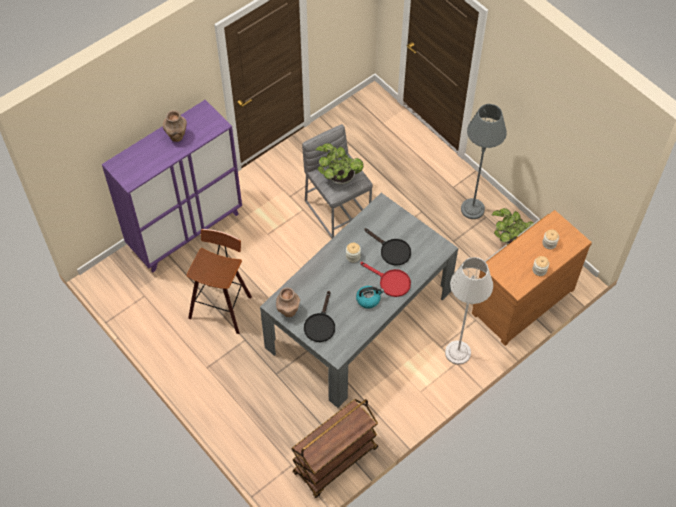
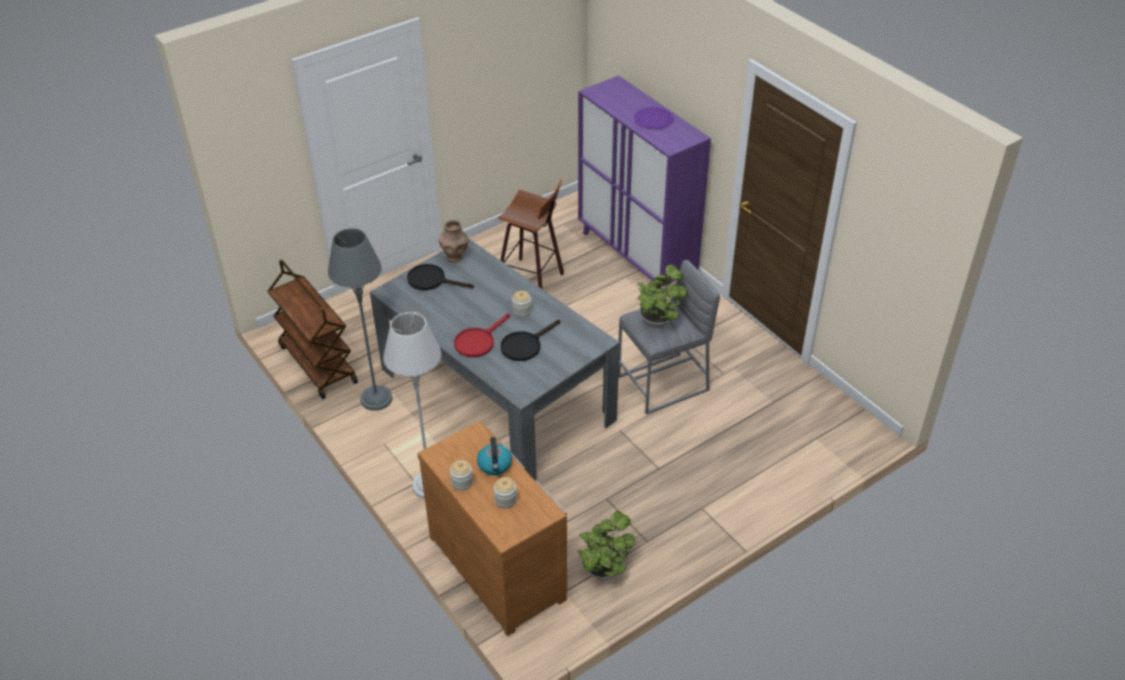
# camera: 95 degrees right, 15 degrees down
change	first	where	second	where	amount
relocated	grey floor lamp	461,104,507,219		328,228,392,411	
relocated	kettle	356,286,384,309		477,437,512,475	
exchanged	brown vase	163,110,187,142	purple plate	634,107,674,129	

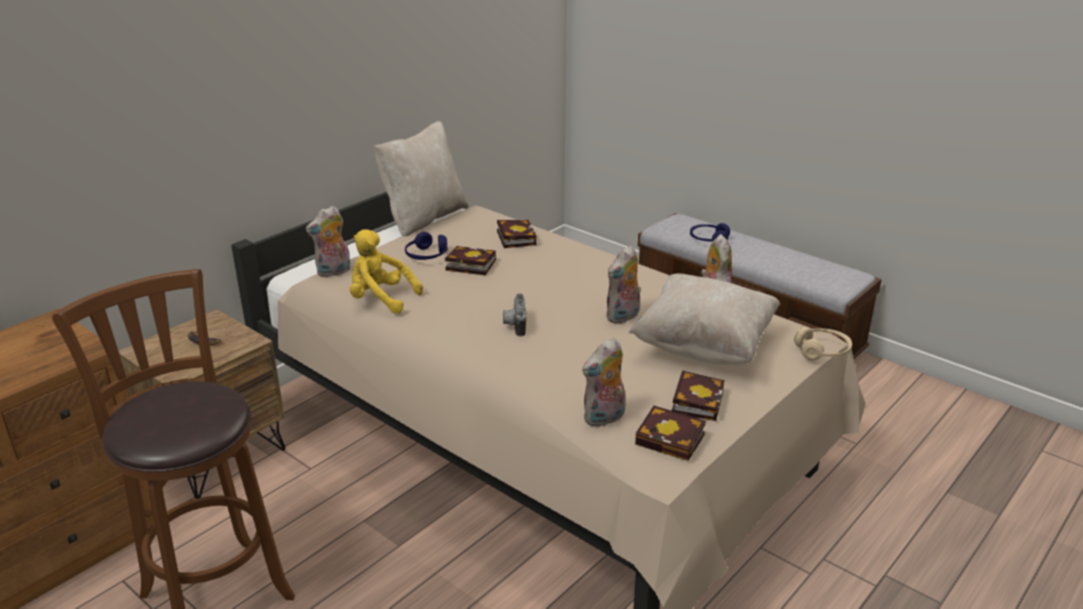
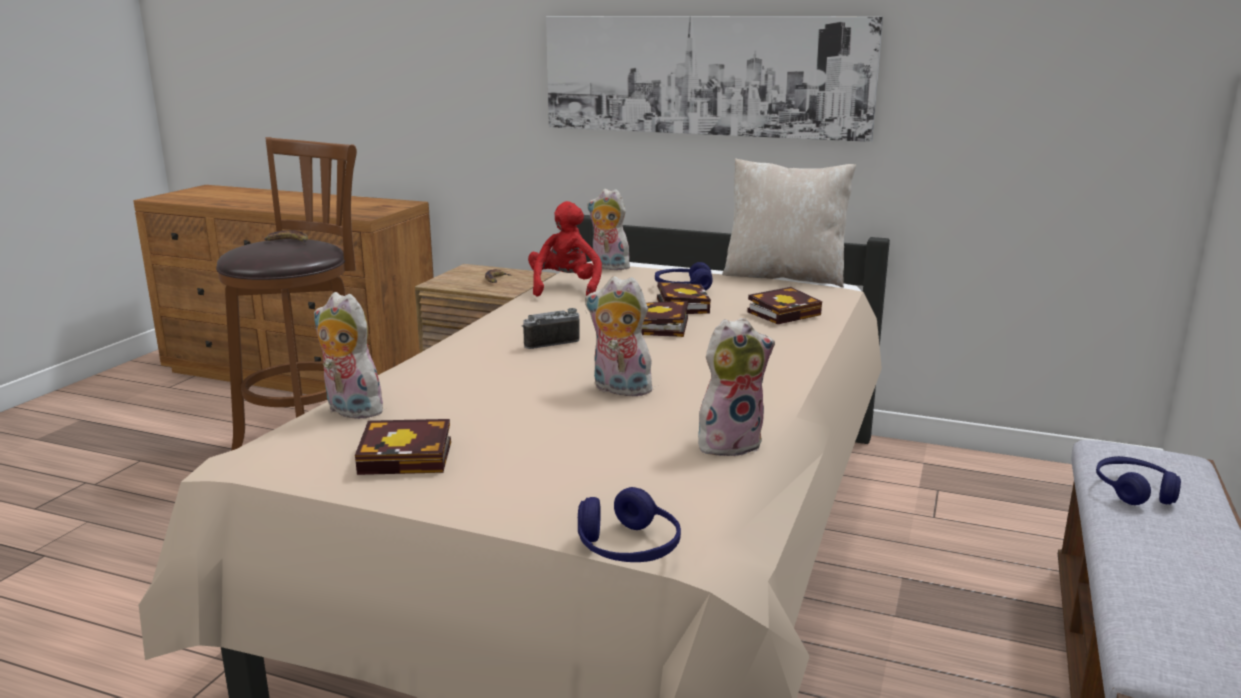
# camera: 70 degrees right, 10 degrees down
change	first	where	second	where	amount
appeared			banana	264,230,308,244	
colour	yellow plush toy	350,229,423,314	red plush toy	528,201,602,297	
appeared			picture	546,16,883,142	
colour	beige headphones	794,327,852,361	blue headphones	578,487,681,562	
relocated	book	635,406,706,461		641,301,688,337	
missing	beige pillow	628,273,780,365			

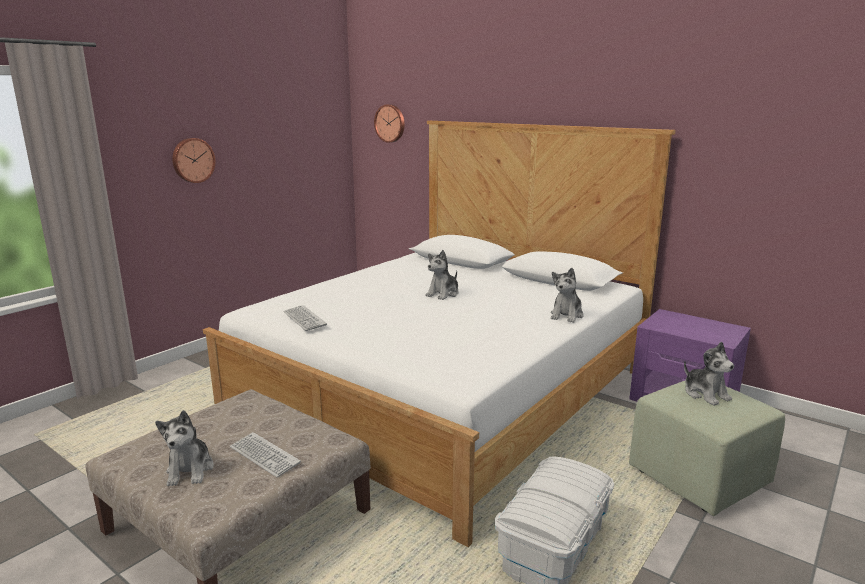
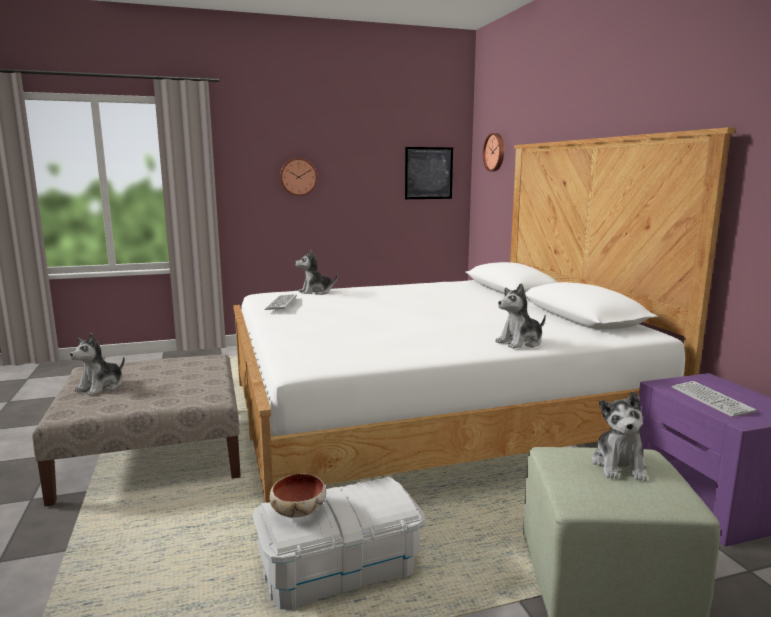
# camera: 35 degrees right, 5 degrees down
change	first	where	second	where	amount
appeared			bowl	269,474,326,518	
relocated	plush toy	426,250,459,300		295,250,338,295	
appeared			picture	405,147,453,199	
relocated	keyboard	230,432,301,477		671,381,757,417	

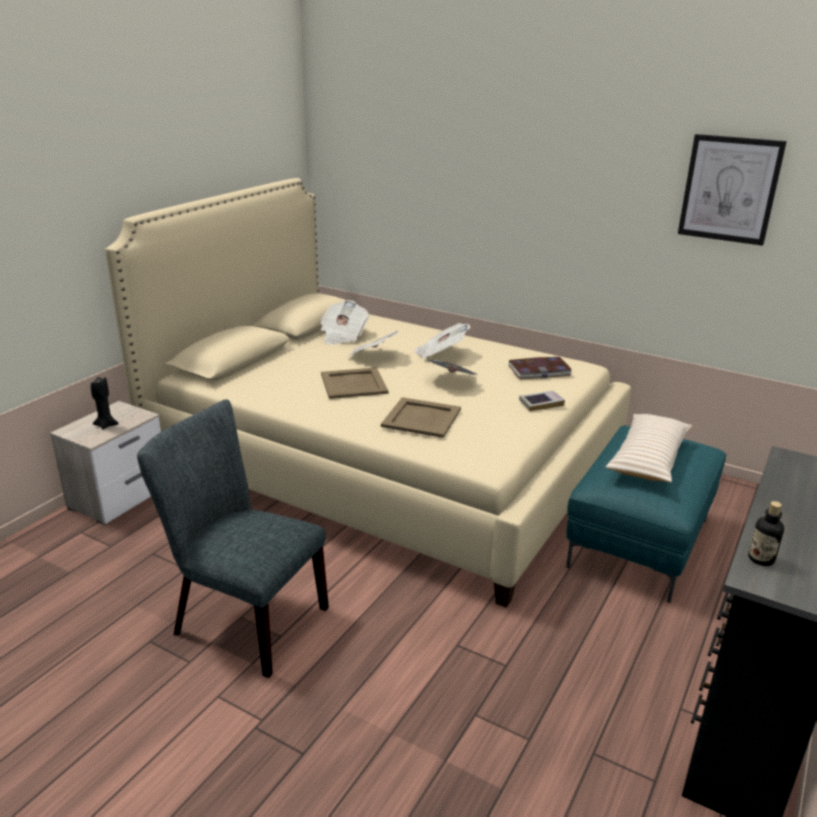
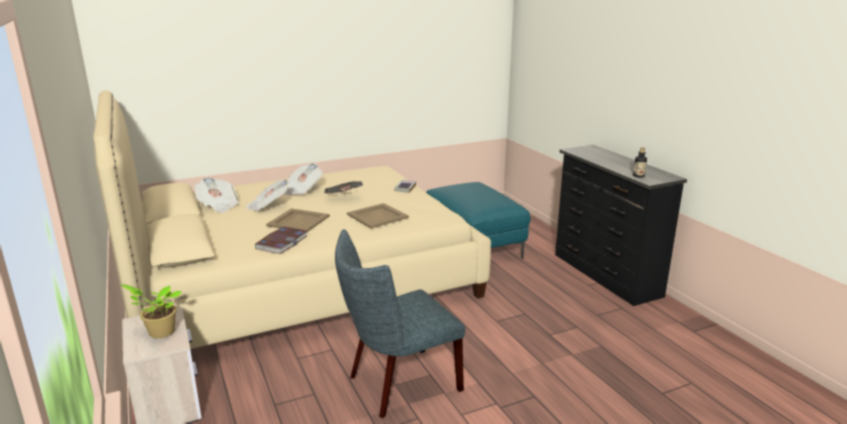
# camera: 55 degrees left, 5 degrees down
change	first	where	second	where	amount
exchanged	black candle	91,377,119,429	potted plant	121,284,181,338	
relocated	book	508,357,572,379		255,226,308,254	
missing	beige pillow	605,414,692,483			
missing	picture	678,134,787,246			

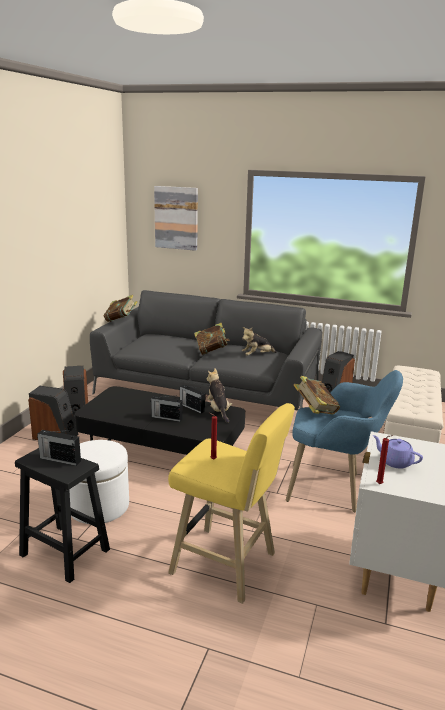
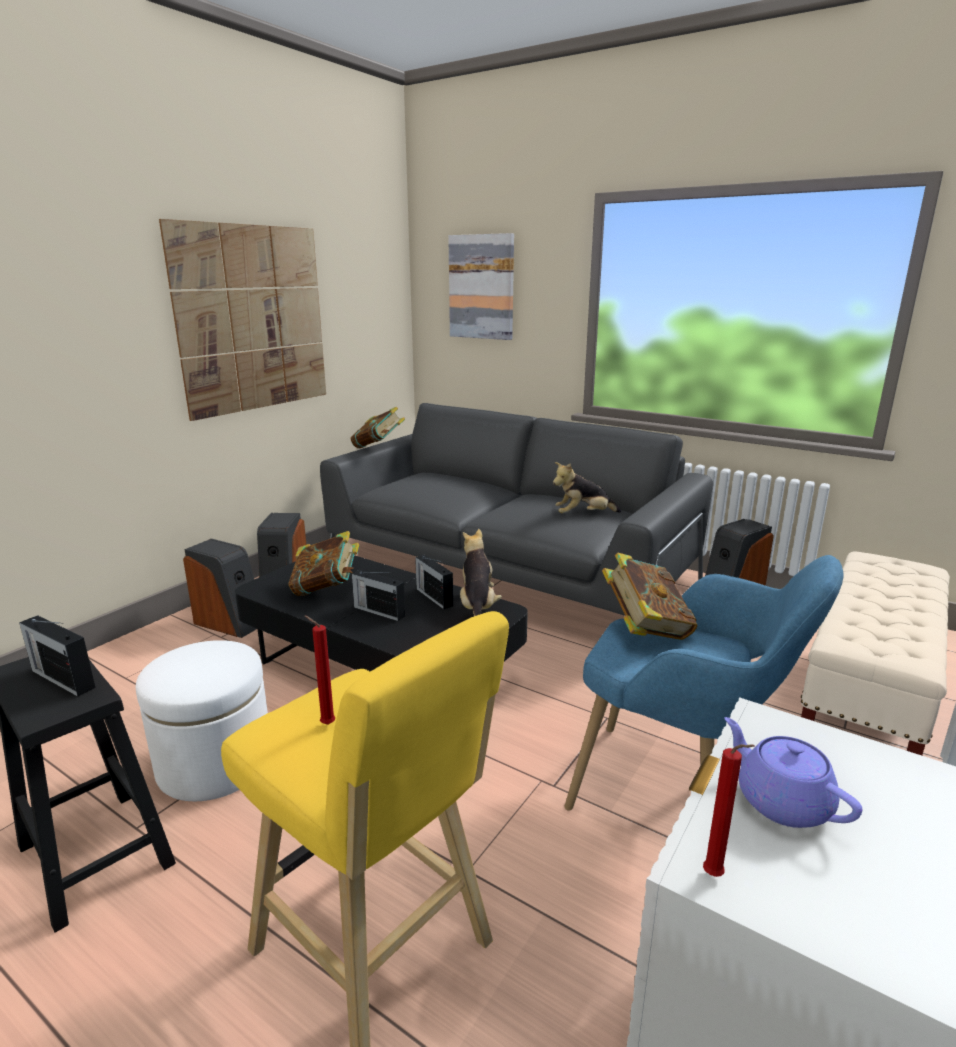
# camera: 15 degrees right, 0 degrees up
change	first	where	second	where	amount
appeared			picture	159,219,326,421	
relocated	book	194,323,229,355		289,531,359,596	

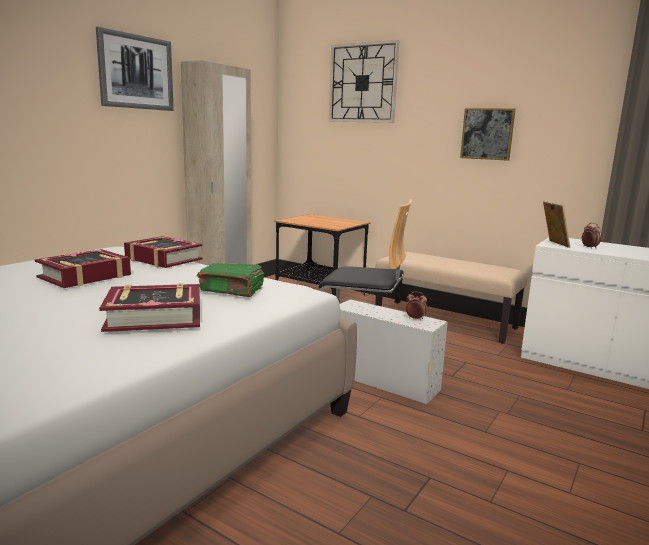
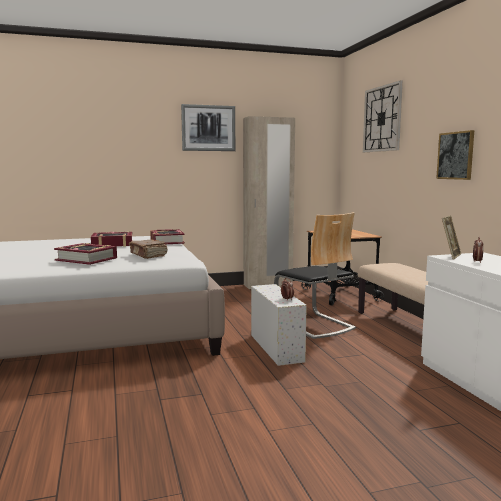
# camera: 40 degrees right, 5 degrees down
change	first	where	second	where	amount
colour	green book	197,262,264,297	brown book	129,240,168,259	

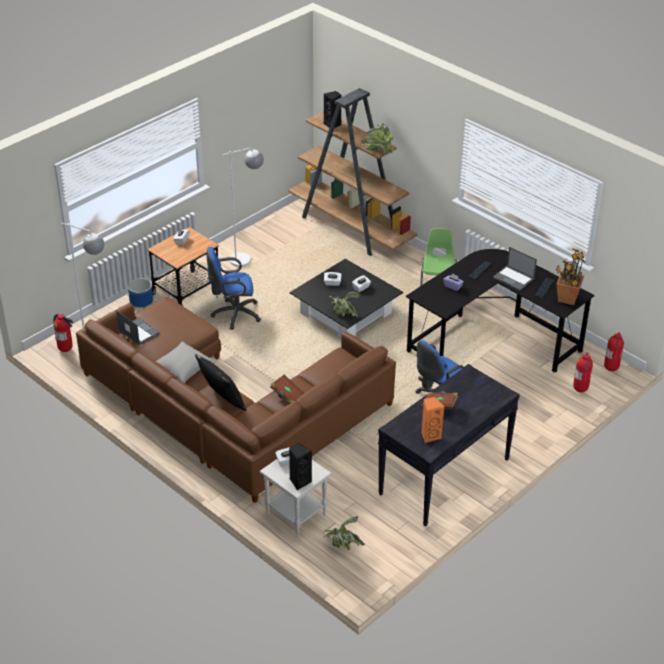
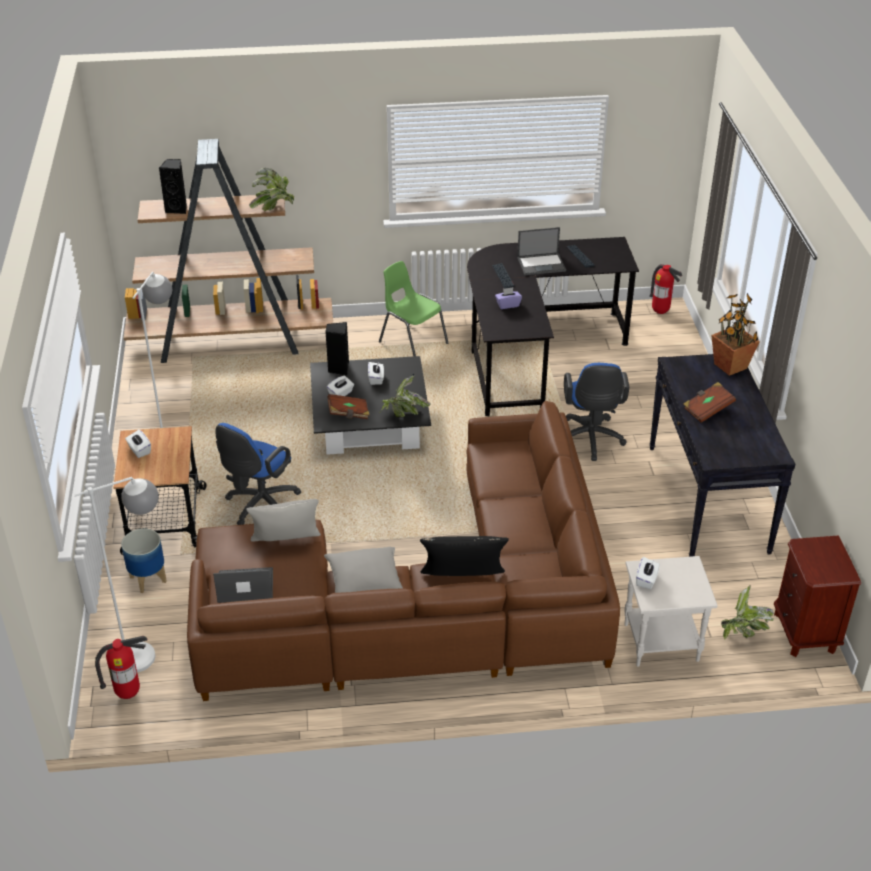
# camera: 50 degrees left, 0 degrees up
change	first	where	second	where	amount
appeared			grey pillow	246,499,321,542	
relocated	black speaker	289,443,312,490		325,322,349,375	
relocated	brown book	270,375,305,404		327,394,370,419	
relocated	potted plant	556,248,584,305		711,293,760,376	
appeared			brown nightstand	774,535,861,657	
missing	orange speaker	421,396,445,443			
missing	fire extinguisher	573,353,593,392			

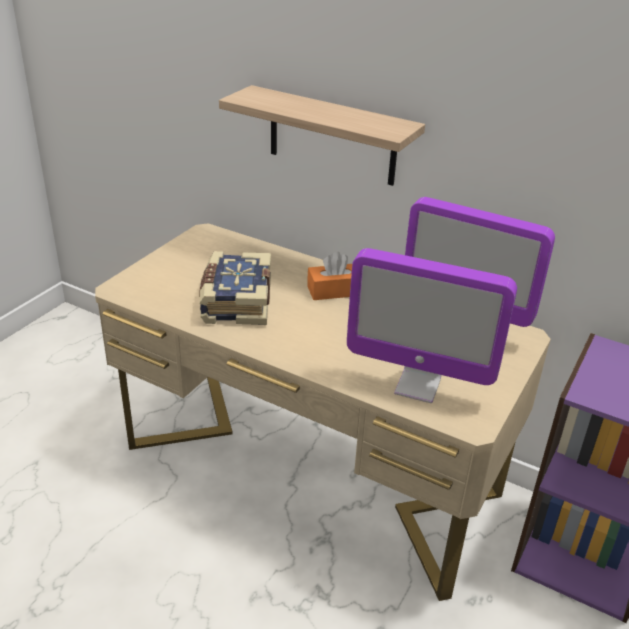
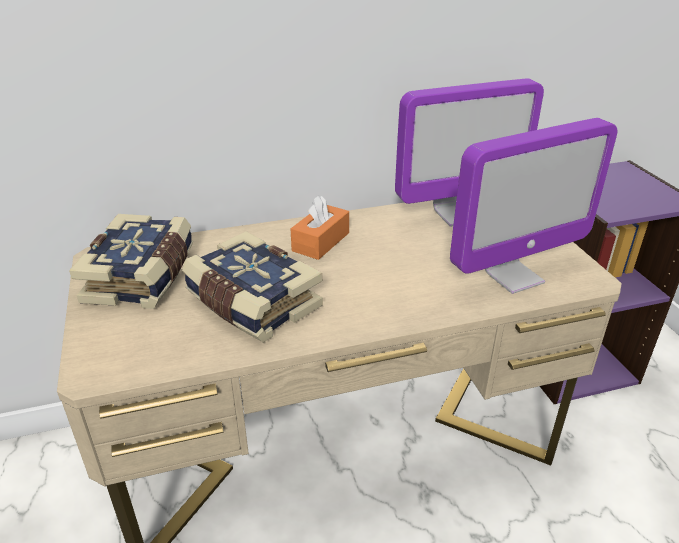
# camera: 45 degrees left, 0 degrees up
change	first	where	second	where	amount
appeared			book	69,214,194,309	
missing	shelf	219,85,425,186			

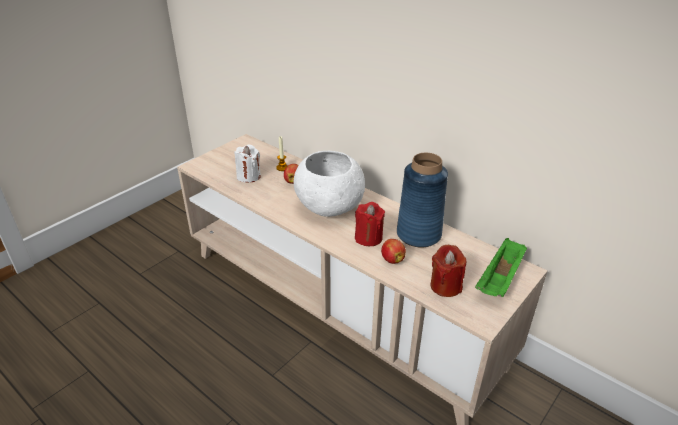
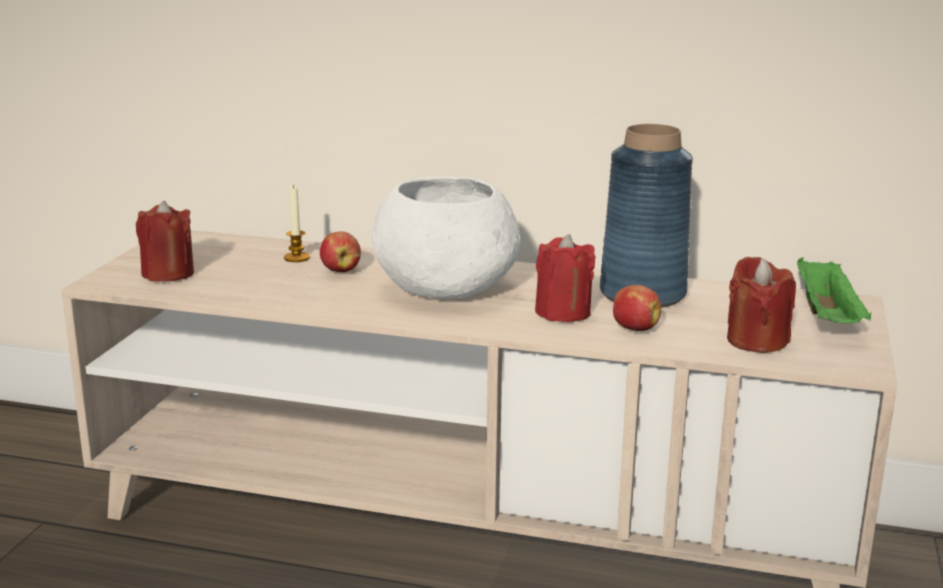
# camera: 25 degrees left, 15 degrees down
change	first	where	second	where	amount
appeared			red candle	136,201,194,282	
missing	white candle	234,144,261,183			

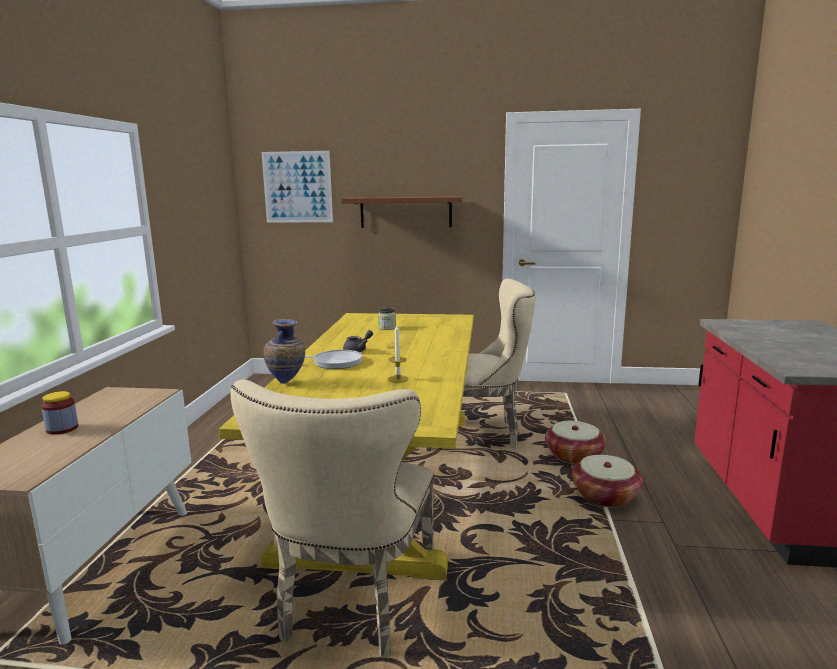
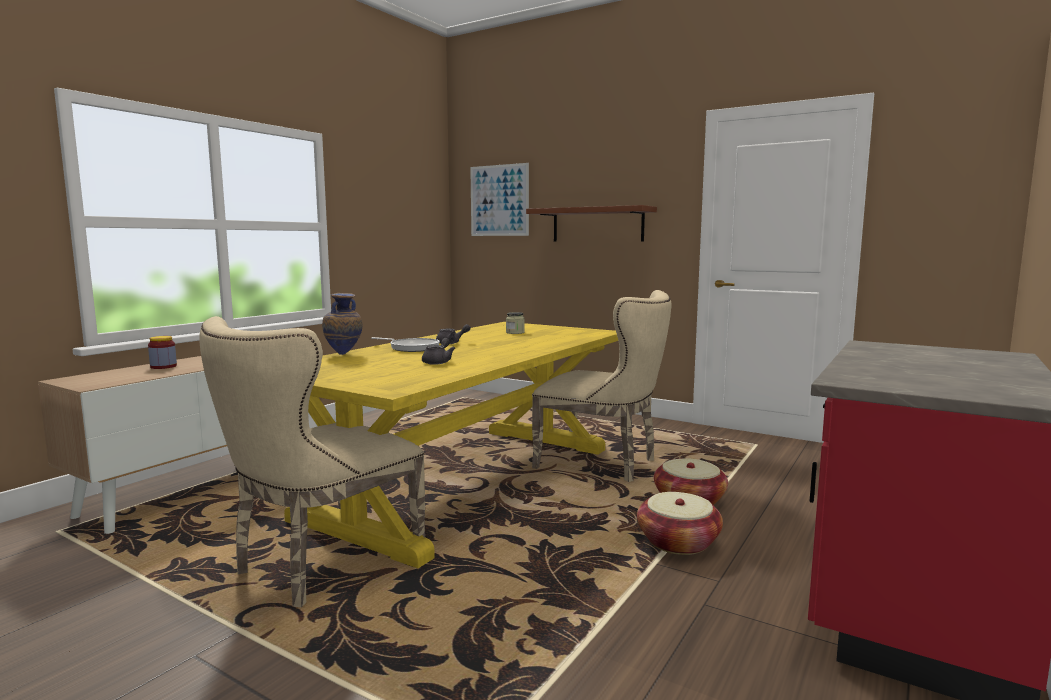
# camera: 25 degrees right, 5 degrees down
change	first	where	second	where	amount
exchanged	candle	388,325,409,383	grey teapot	422,338,455,365	

